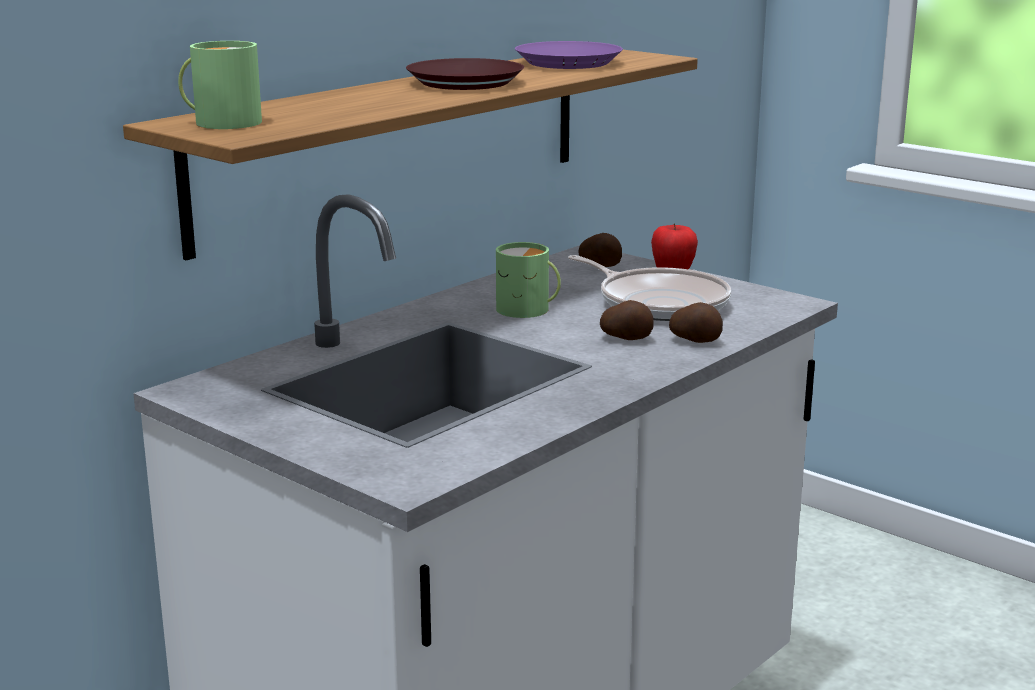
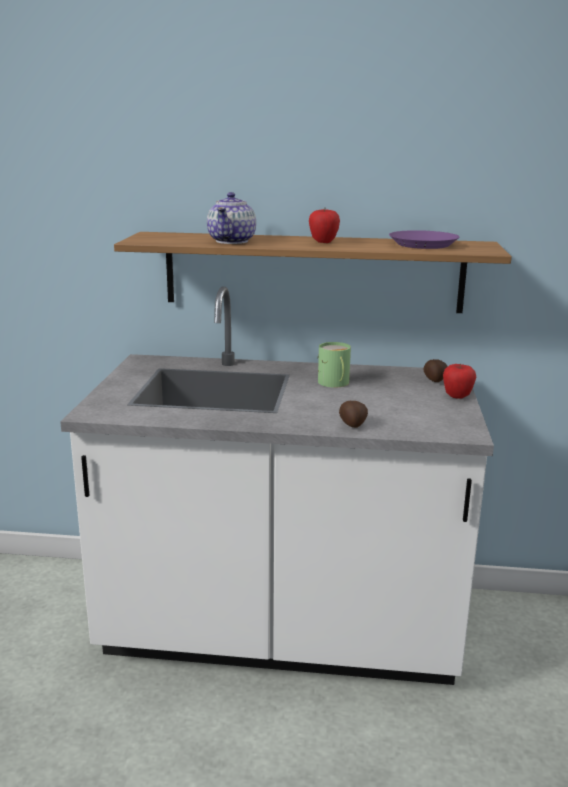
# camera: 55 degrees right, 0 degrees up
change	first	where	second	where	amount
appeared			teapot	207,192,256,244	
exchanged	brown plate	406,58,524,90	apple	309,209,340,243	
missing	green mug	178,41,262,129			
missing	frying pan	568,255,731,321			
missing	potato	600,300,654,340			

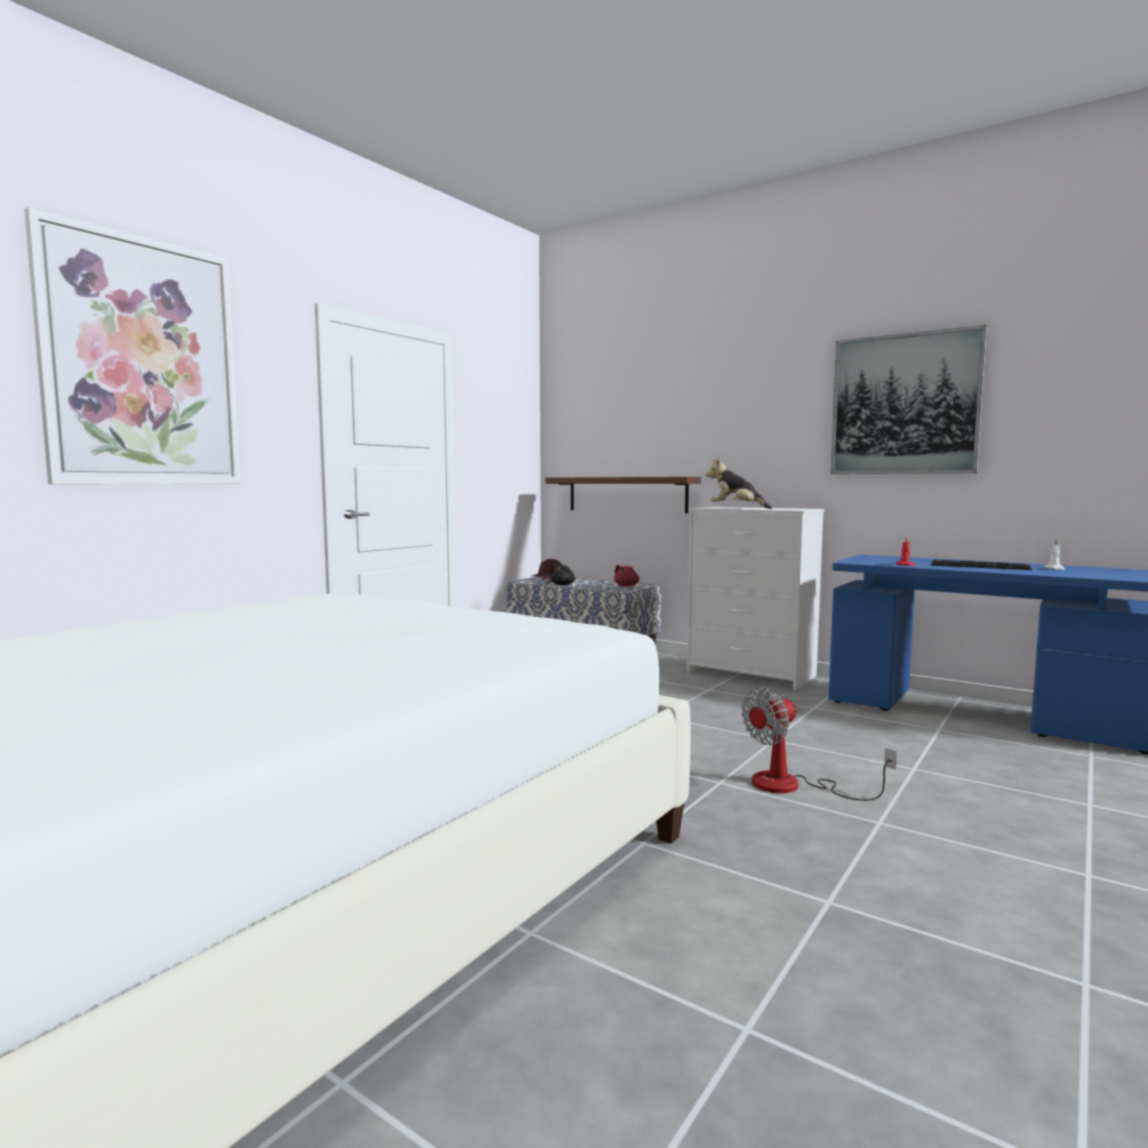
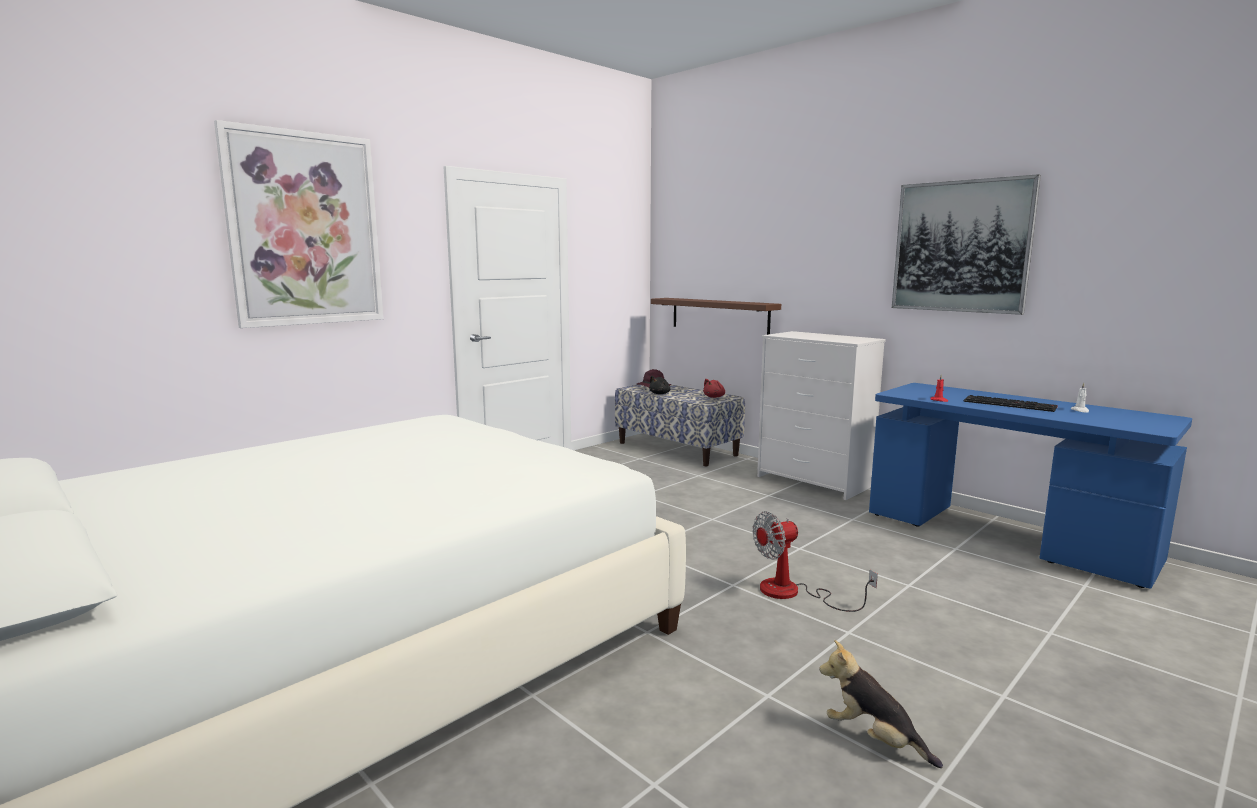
# camera: 10 degrees right, 5 degrees up
change	first	where	second	where	amount
relocated	plush toy	706,458,772,509		819,640,943,768	

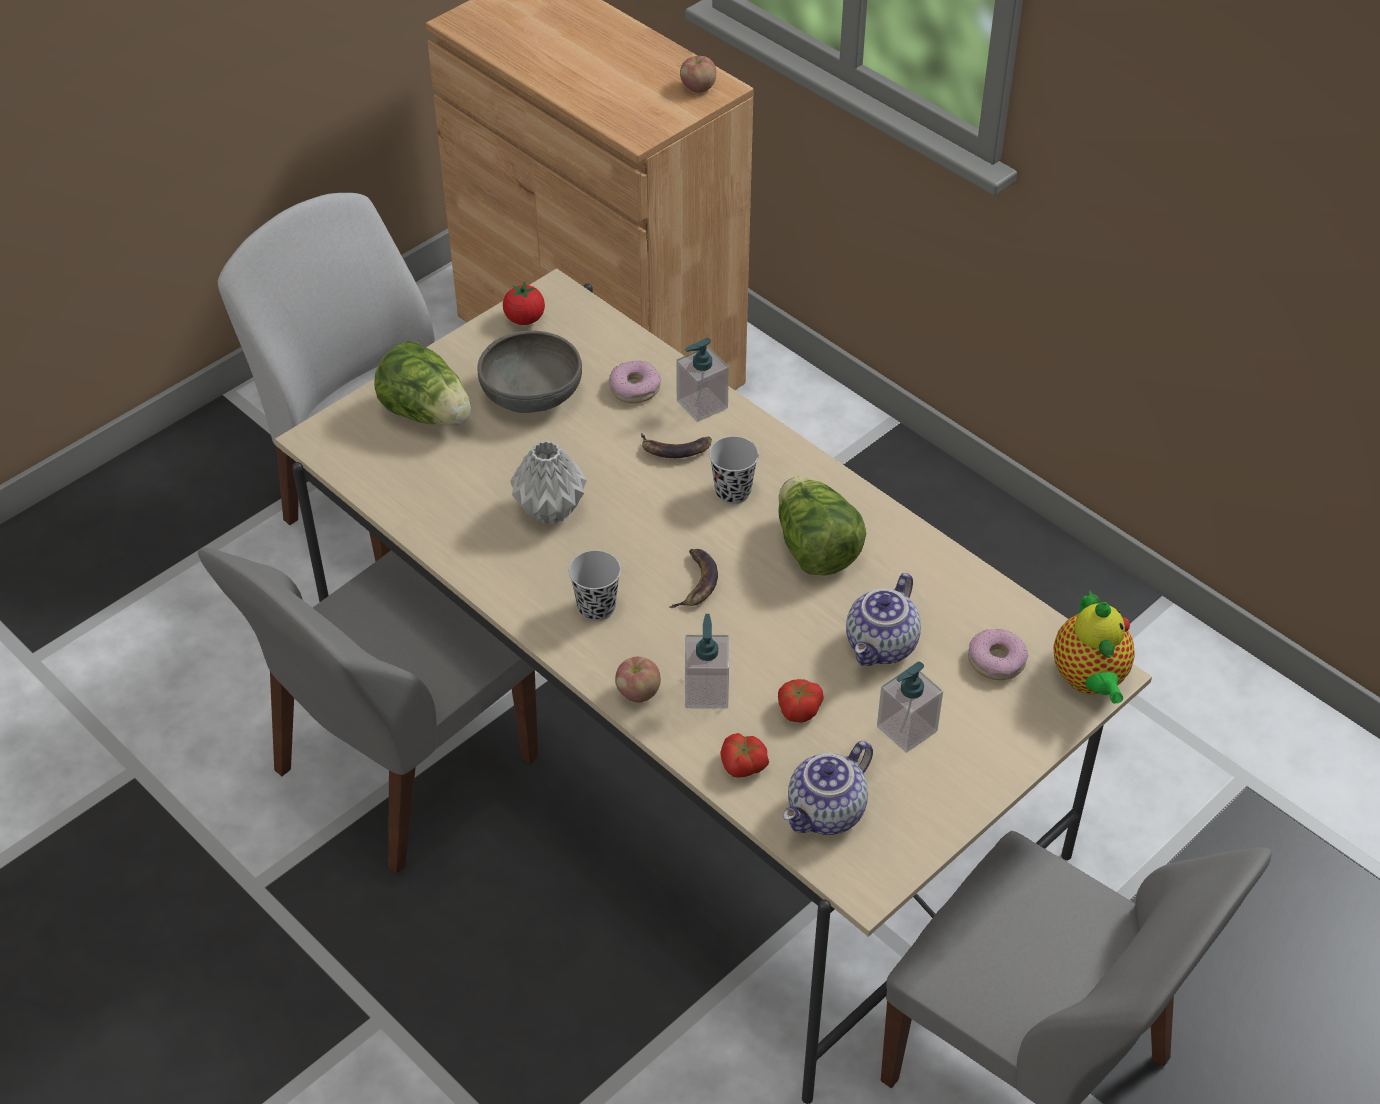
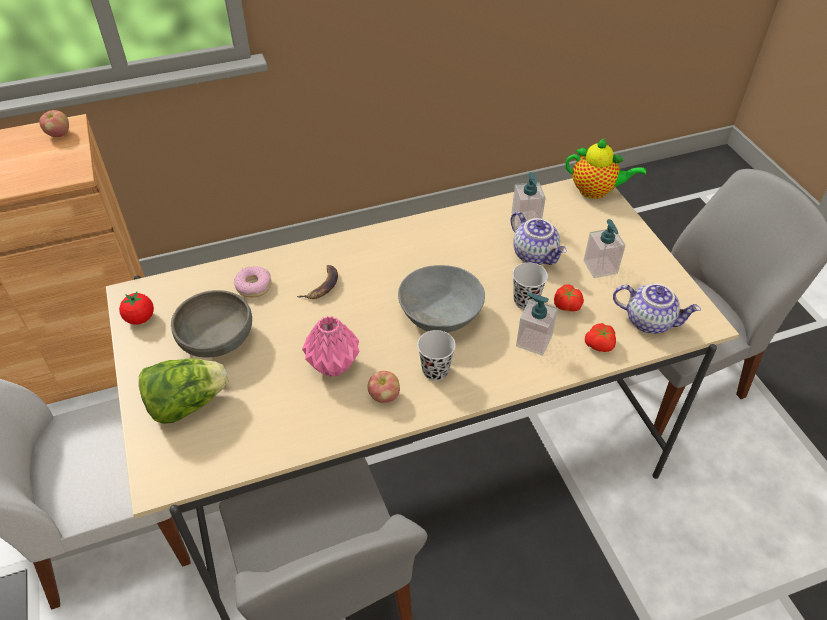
# camera: 65 degrees left, 0 degrees up
change	first	where	second	where	amount
colour	grey vase	510,440,587,525	pink vase	302,316,360,377	
relocated	apple	615,657,661,703		367,371,400,403	
exchanged	banana	669,549,718,608	grey bowl	398,265,485,333	
relocated	soap dispenser	676,338,729,422		512,172,546,228	
relocated	black cup	709,436,759,504		512,262,548,310	
spun	teapot	783,741,873,835		613,283,701,334	45 degrees counterclockwise
missing	lettuce	778,477,866,576			
missing	donut	968,629,1028,680			

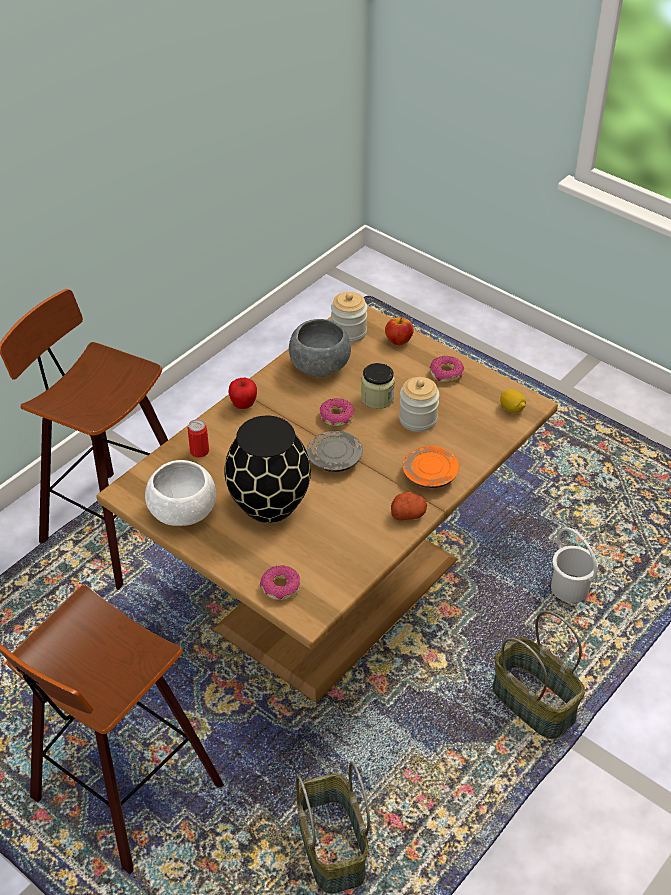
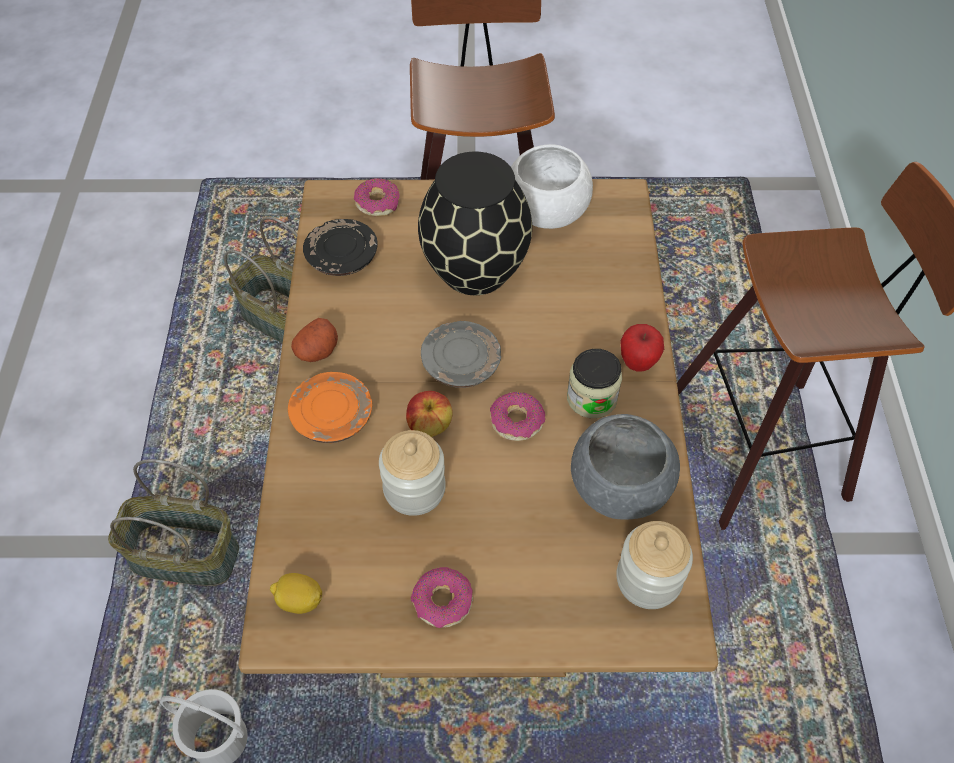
# camera: 140 degrees right, 10 degrees up
change	first	where	second	where	amount
appeared			black plate	303,219,378,276	
relocated	apple	385,317,414,345		406,391,453,437	
relocated	jar	361,363,395,409		567,349,622,418	
missing	can	187,419,209,458			

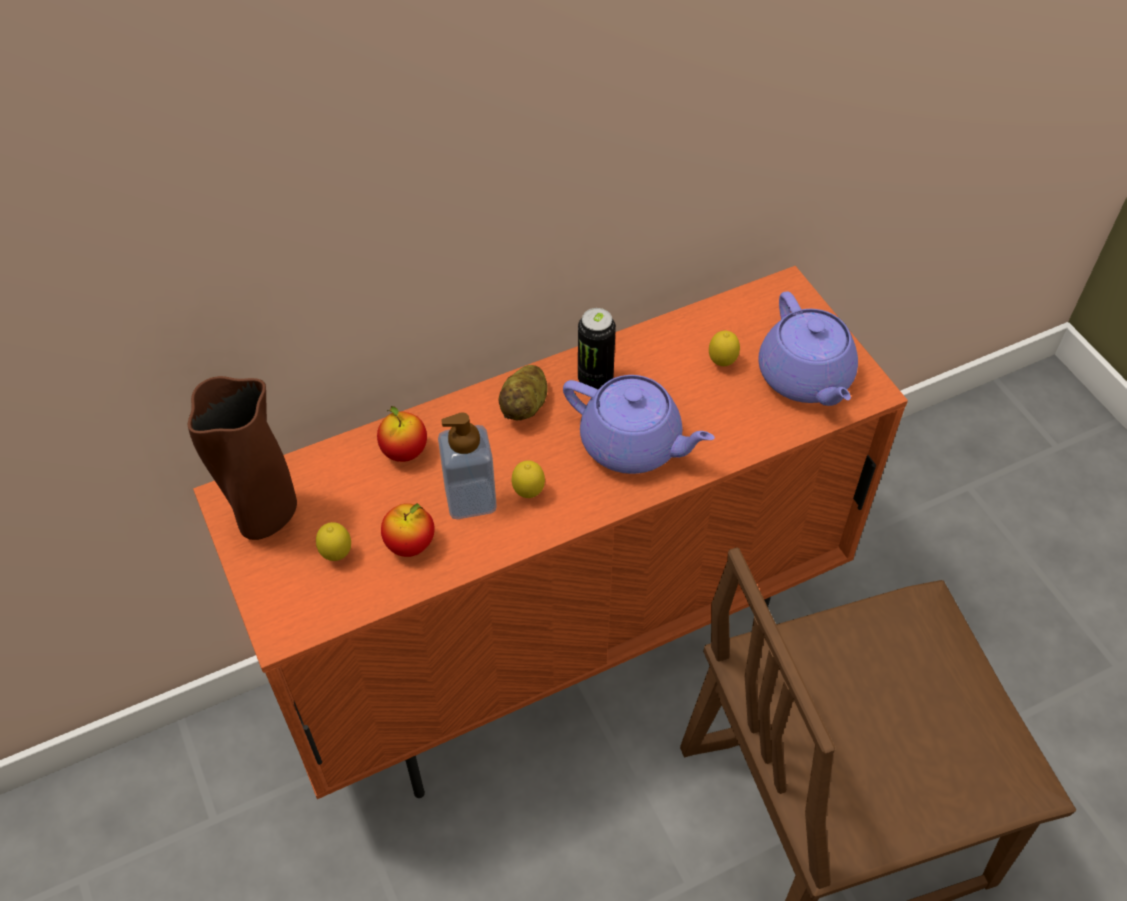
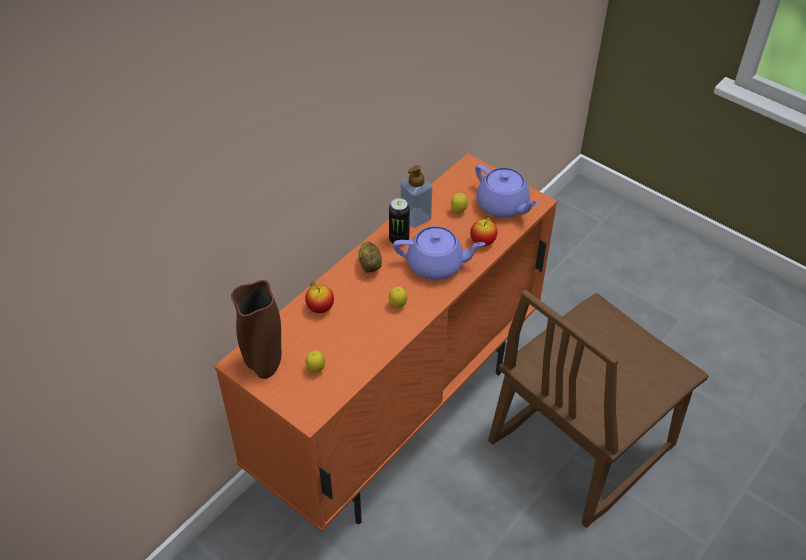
# camera: 25 degrees left, 5 degrees down
change	first	where	second	where	amount
relocated	soap dispenser	438,412,497,519		400,165,432,228	
relocated	apple	381,503,435,557		470,216,498,246	

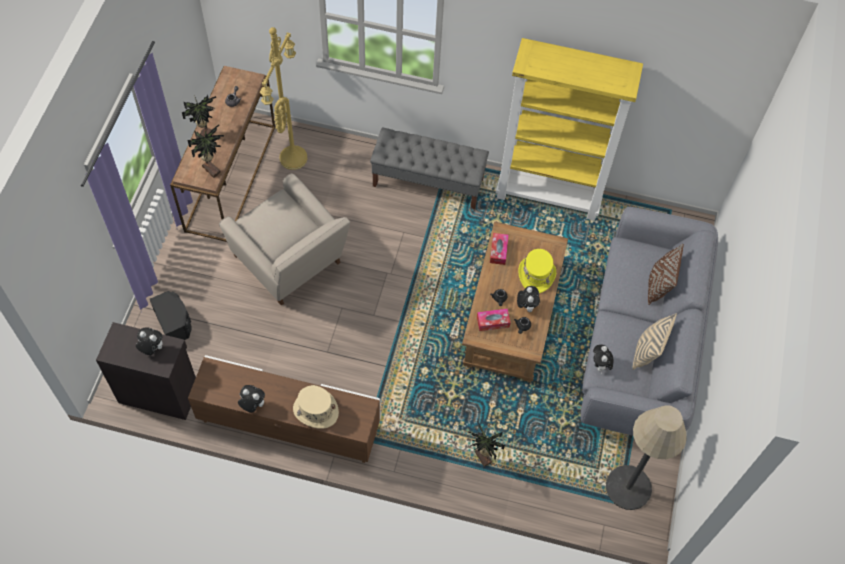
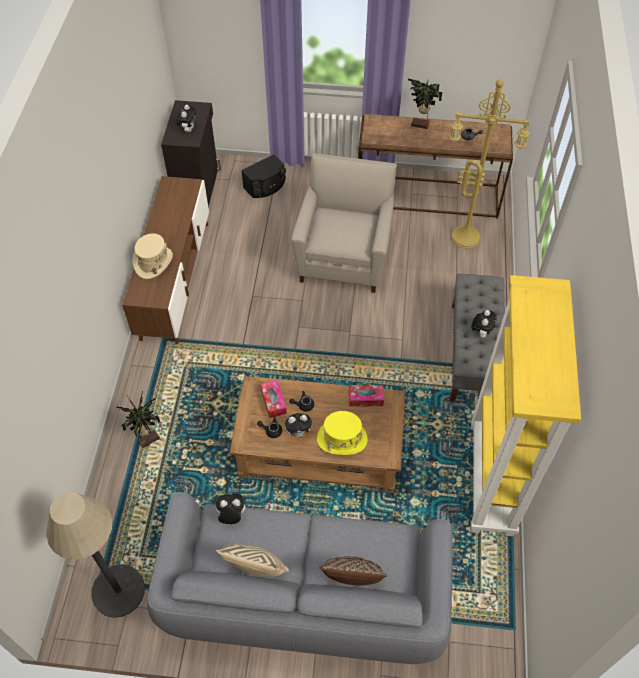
# camera: 85 degrees right, 5 degrees down
change	first	where	second	where	amount
spun	beige armchair	219,173,350,306		291,153,397,293	150 degrees clockwise
relocated	plush toy	238,385,265,413		471,310,497,338	
missing	potted plant	187,120,224,178			

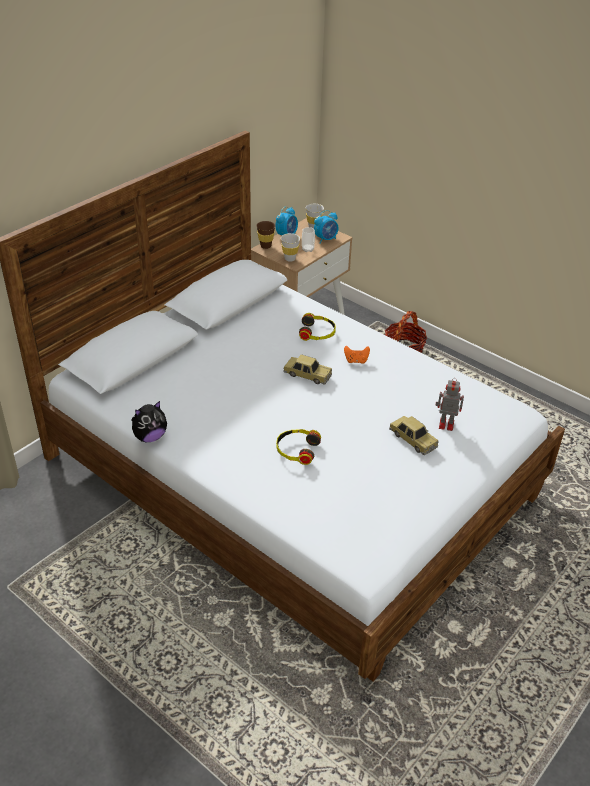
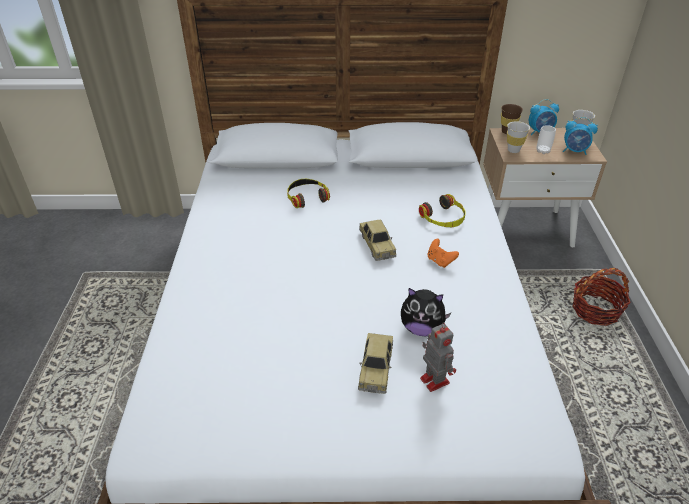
# camera: 50 degrees right, 0 degrees up
change	first	where	second	where	amount
relocated	headphones	276,429,321,465		287,179,330,208	
relocated	plush toy	131,401,167,442		401,288,451,336	

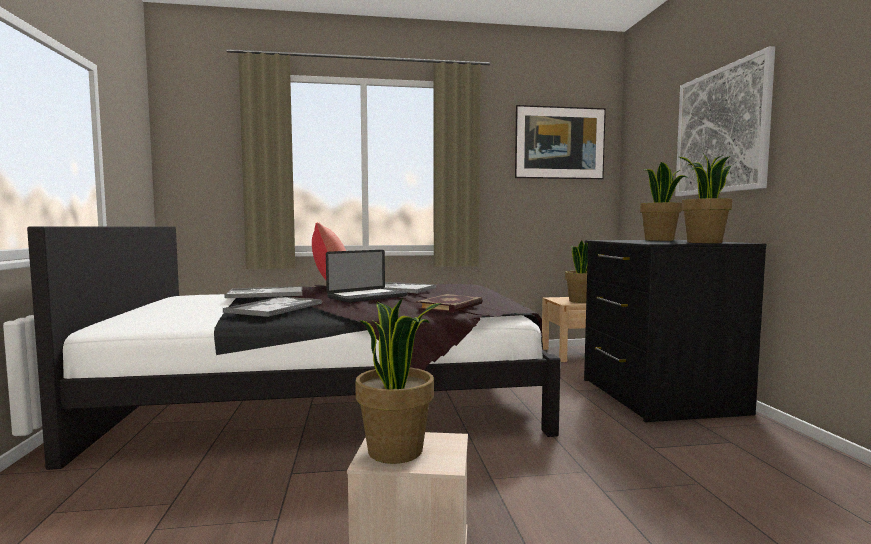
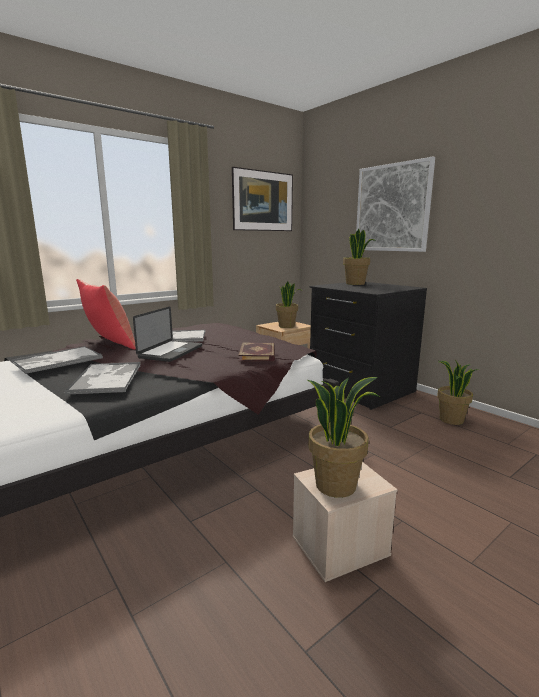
# camera: 30 degrees left, 10 degrees up
change	first	where	second	where	amount
relocated	potted plant	679,153,732,243		437,360,479,425	

